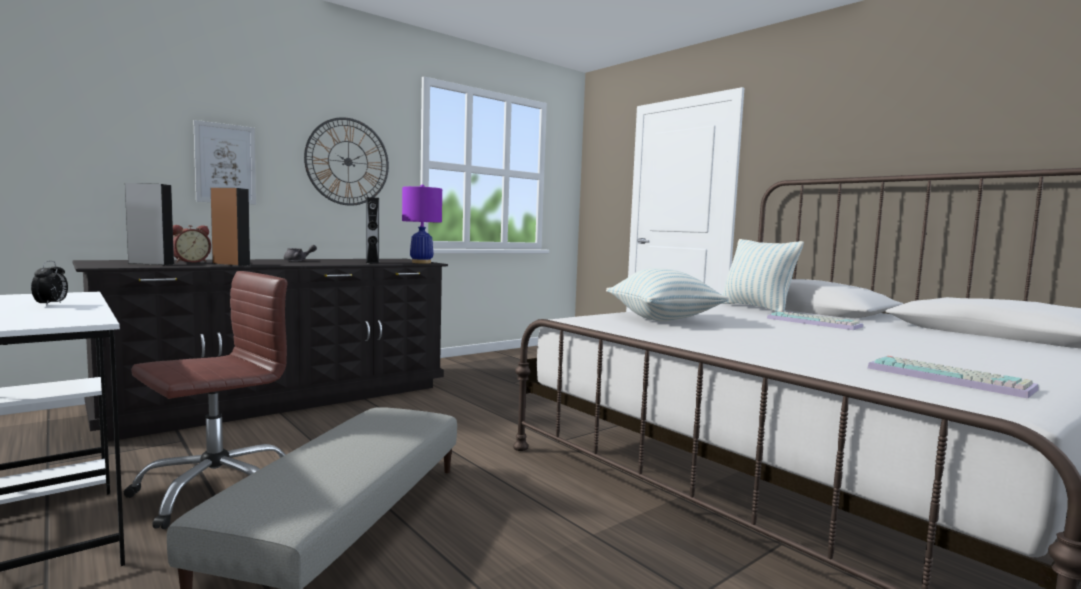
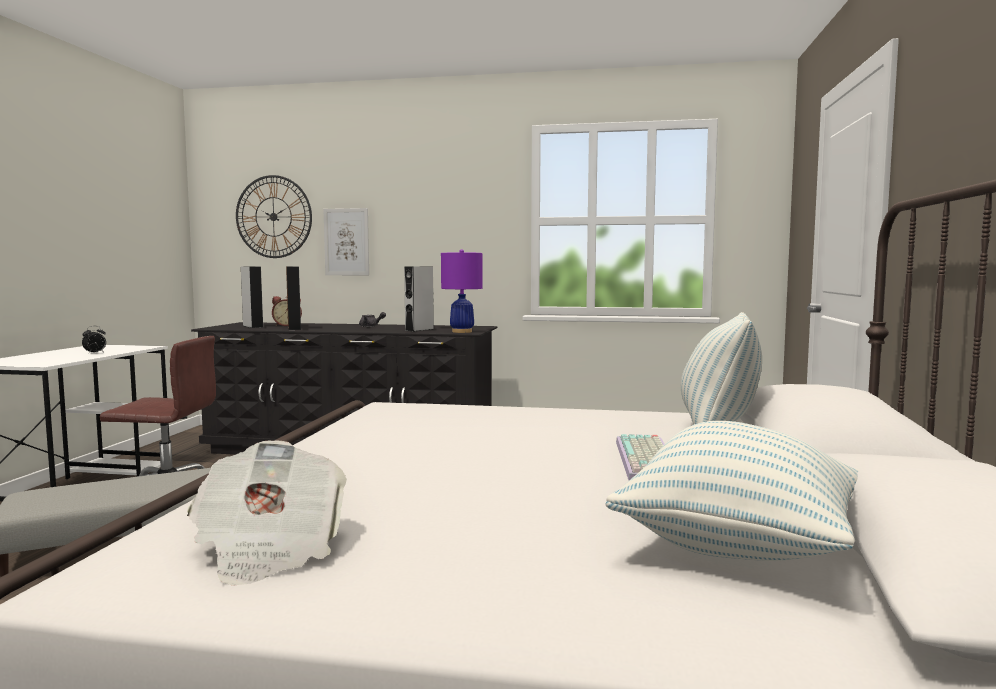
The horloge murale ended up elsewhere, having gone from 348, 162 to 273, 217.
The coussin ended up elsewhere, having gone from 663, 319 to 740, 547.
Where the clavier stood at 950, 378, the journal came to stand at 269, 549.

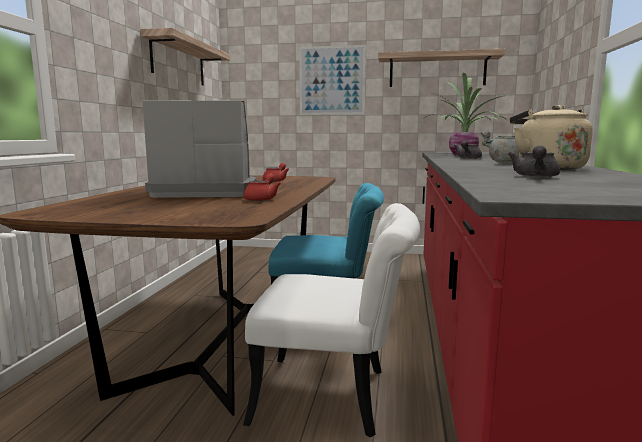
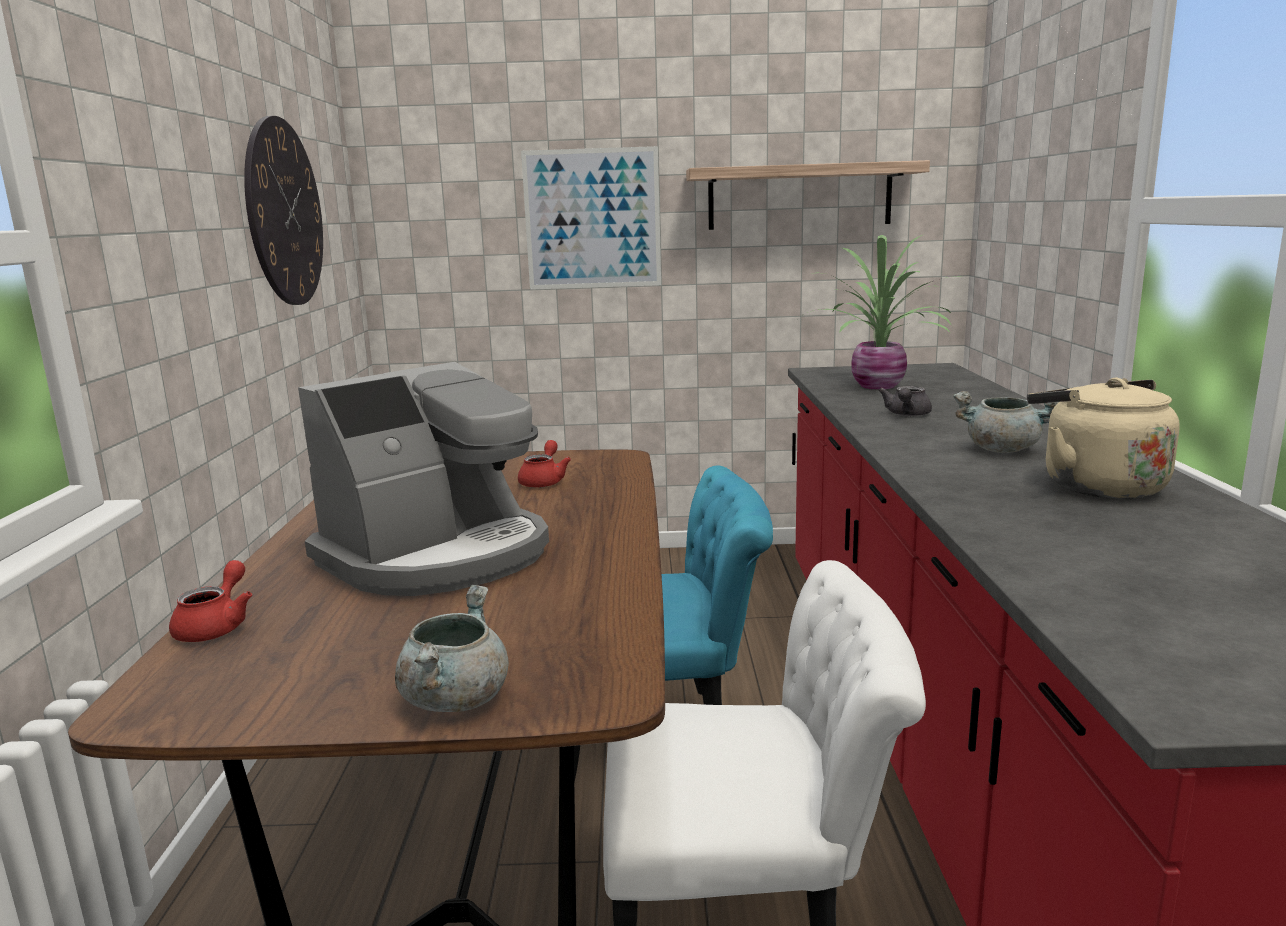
Where the étagère hung at 178, 62, the horloge murale came to hang at 284, 213.
The machine à café at 205, 192 ended up facing another way, 150 degrees clockwise from before.
The théière (rouge) ended up elsewhere, having gone from 262, 199 to 217, 626.
The second view lost the théière (gris) at 535, 177.
The second view gained the marmite (gris) at 455, 698.

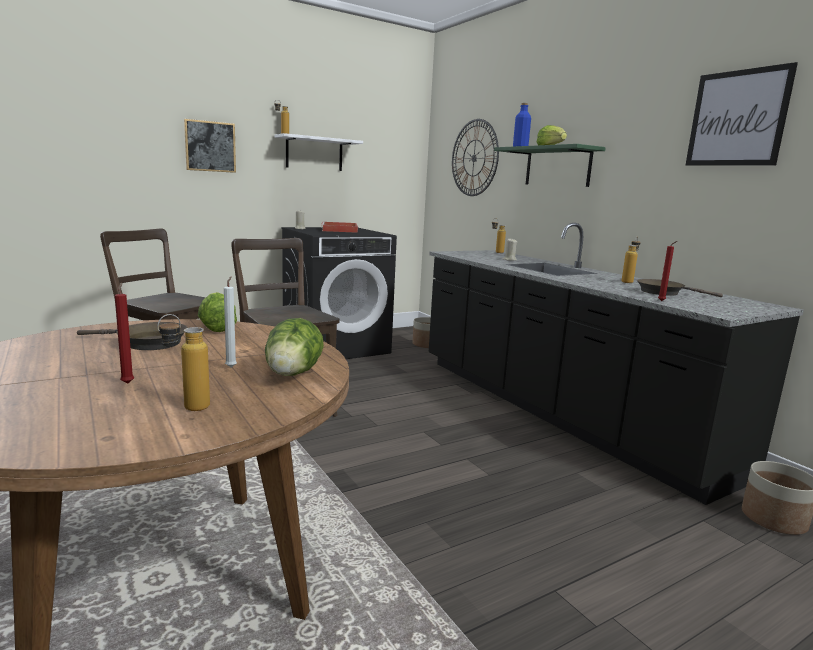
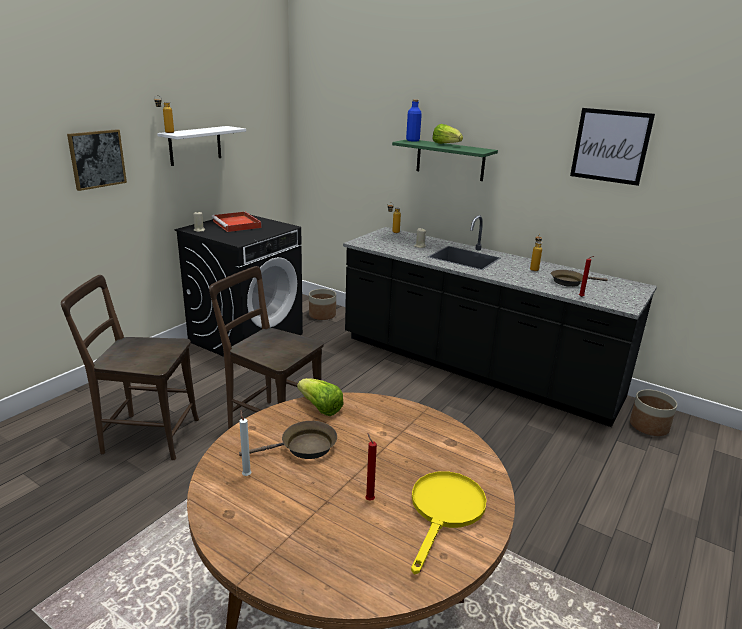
Where the bouteille stood at 186, 409, the poêle (jaune) came to stand at 445, 511.
The bougie (blanc) ended up elsewhere, having gone from 231, 367 to 246, 475.
The second view lost the laitue at 292, 375.
The second view lost the horloge murale at 474, 158.

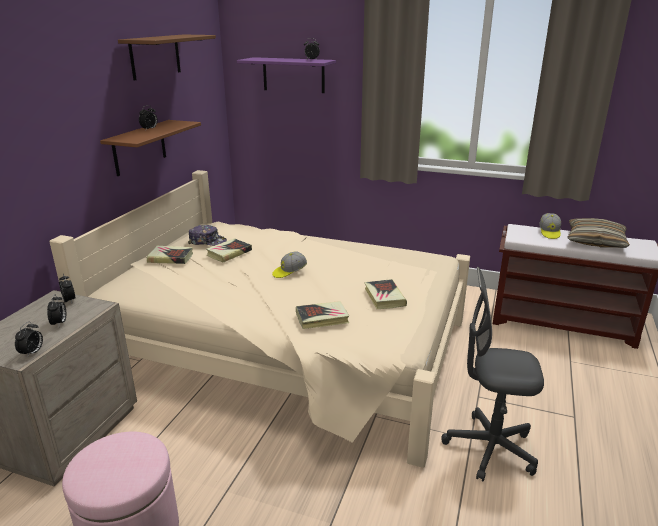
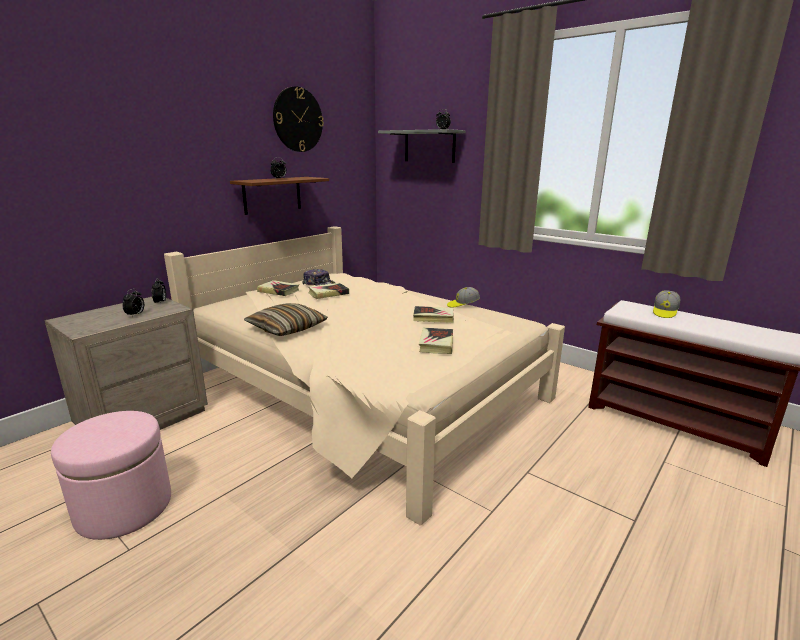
The second view lost the réveil at 32, 353.
Where the étagère (marron) hung at 155, 56, the horloge murale came to hang at 298, 120.
What was the étagère (violet) at 293, 75 turned into the étagère (gris) at 429, 146.
The casquette ended up elsewhere, having gone from 289, 272 to 463, 305.
The livre ended up elsewhere, having gone from 322, 318 to 433, 317.
The second view lost the chaise de bureau (gris) at 490, 448.
The coussin ended up elsewhere, having gone from 595, 241 to 287, 328.

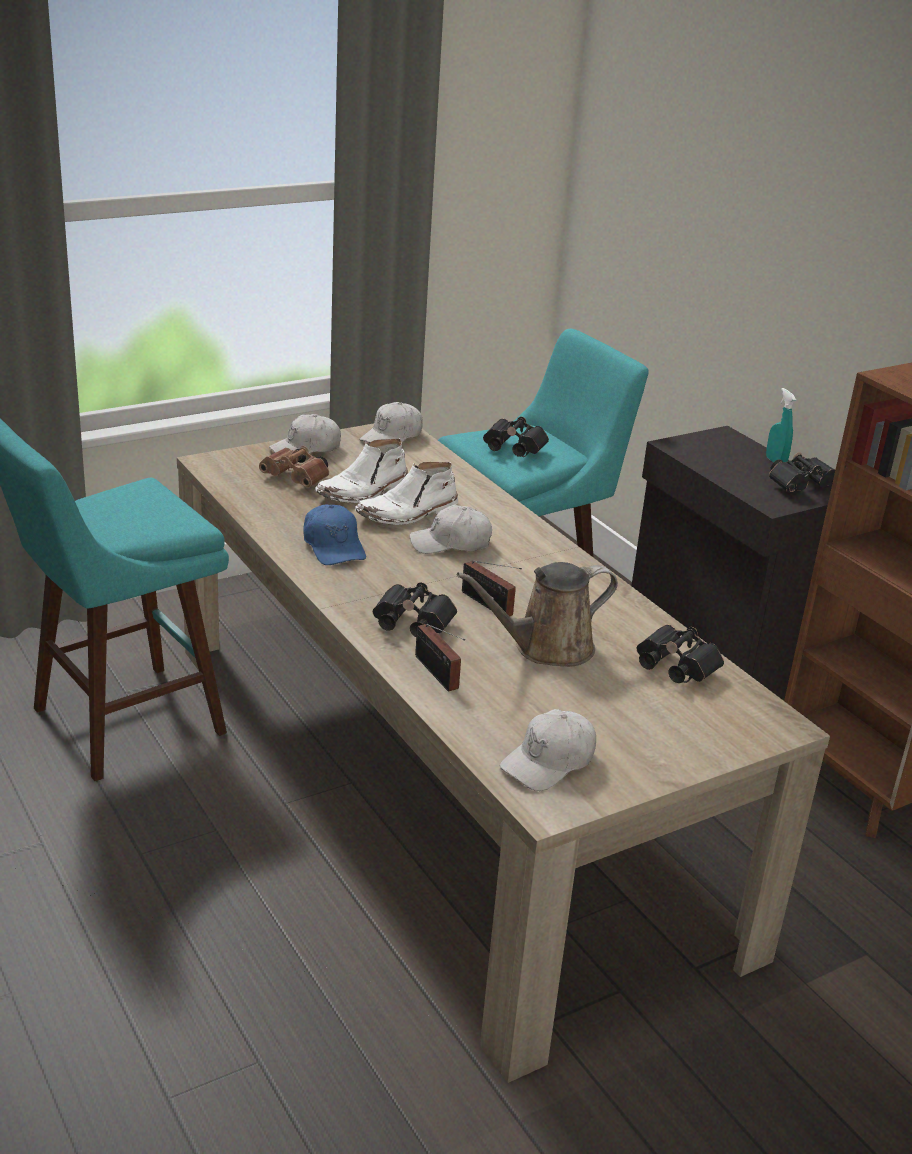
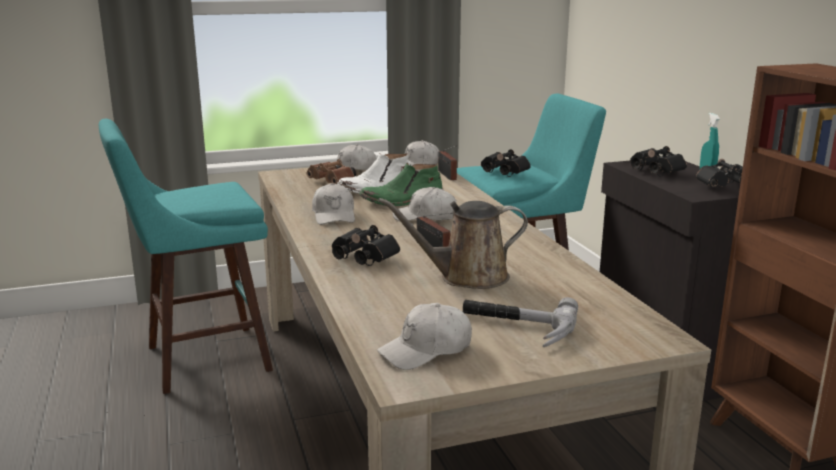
What was the casquette (bleu) at 334, 546 turned into the casquette (blanc) at 334, 215.
What was the botte (blanc) at 408, 513 turned into the botte (vert) at 402, 201.
The radio ended up elsewhere, having gone from 437, 674 to 447, 176.
The jumelles (noir) ended up elsewhere, having gone from 673, 667 to 654, 171.
The second view gained the marteau at 516, 327.

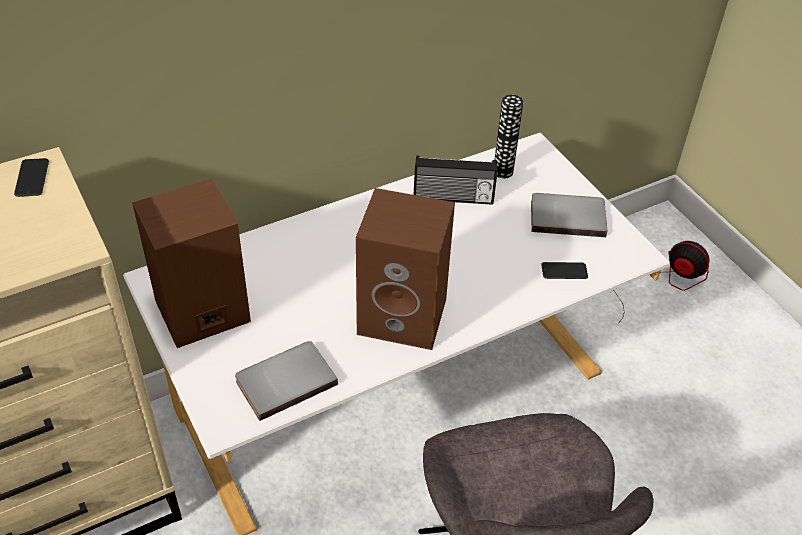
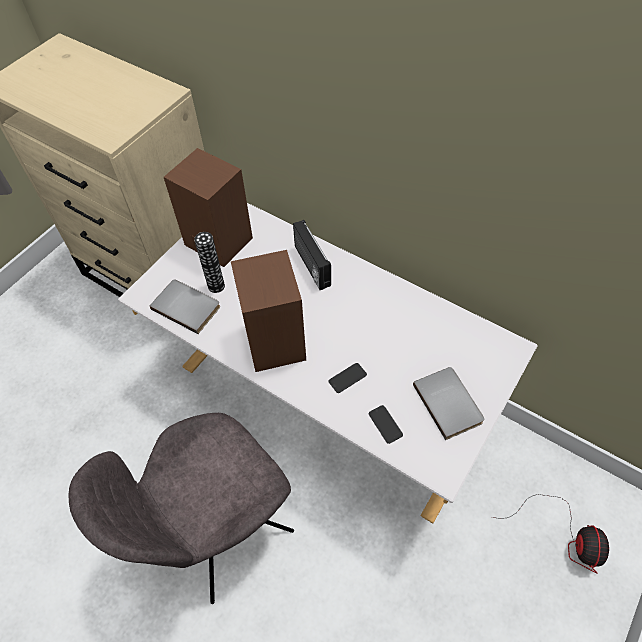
The téléphone ended up elsewhere, having gone from 32, 178 to 347, 378.
The radio ended up elsewhere, having gone from 453, 198 to 311, 266.
The vase ended up elsewhere, having gone from 503, 171 to 216, 286.

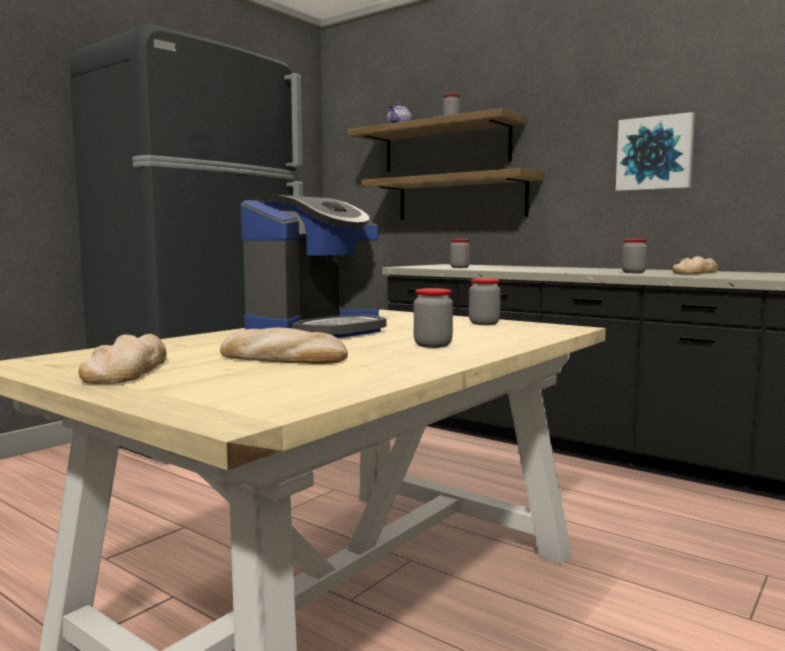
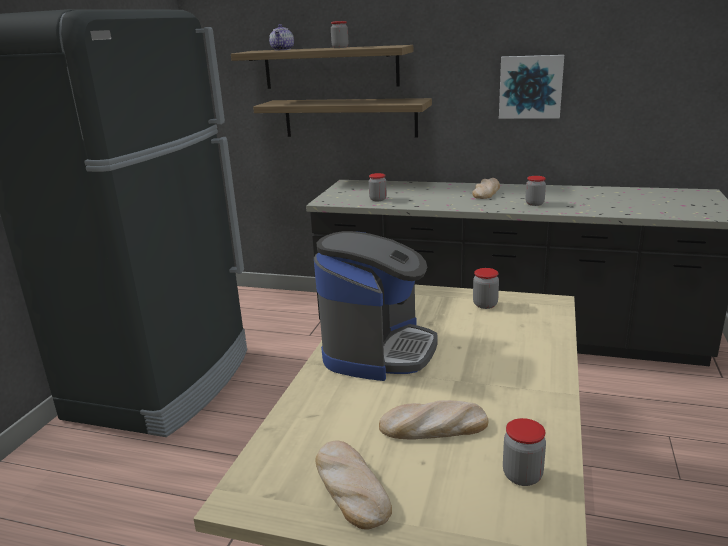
The bocal ended up elsewhere, having gone from 432, 345 to 522, 476.
The pain ended up elsewhere, having gone from 695, 272 to 486, 192.

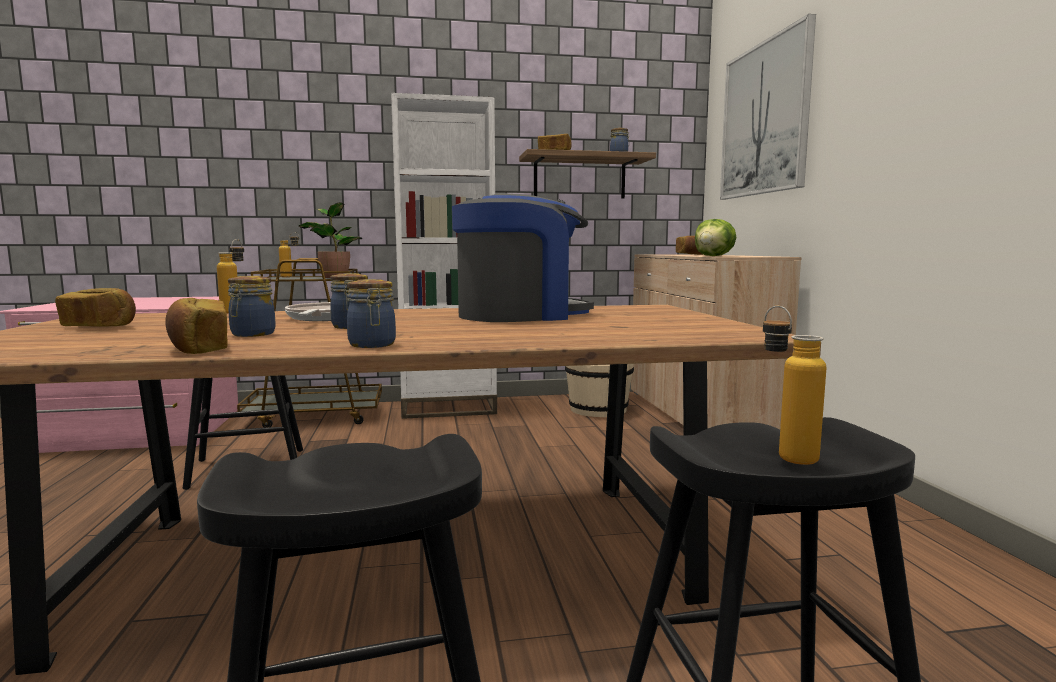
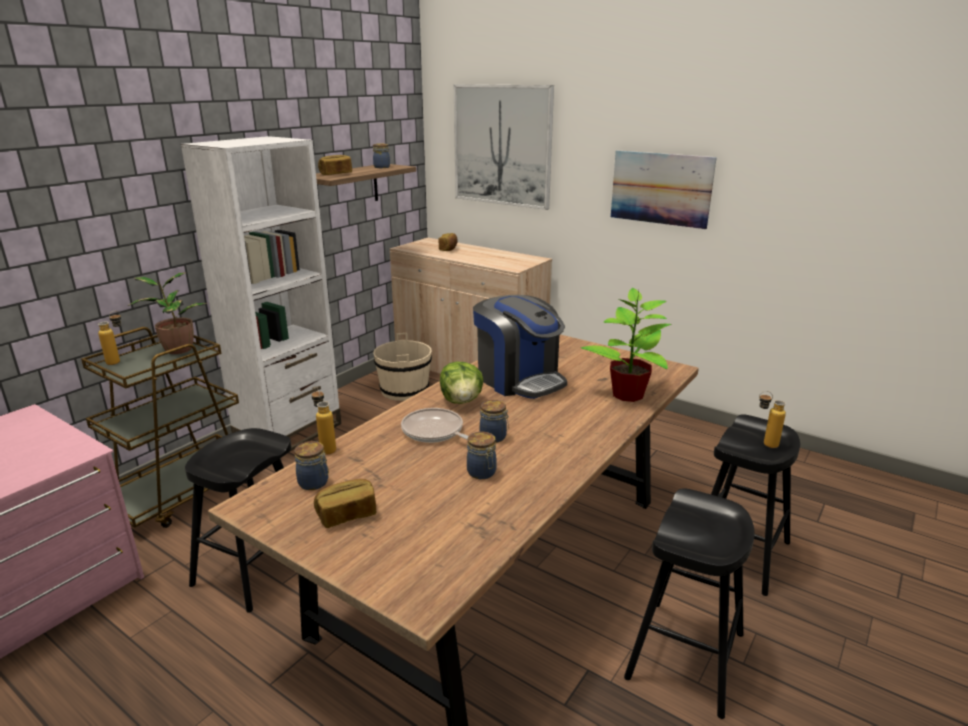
The second view lost the pain at 199, 348.
The bocal ended up elsewhere, having gone from 372, 345 to 314, 483.
The machine à café at 520, 315 ended up facing another way, 120 degrees clockwise from before.
The laitue ended up elsewhere, having gone from 714, 256 to 462, 401.
The second view gained the plante en pot at 627, 395.
The second view gained the tableau at 660, 188.

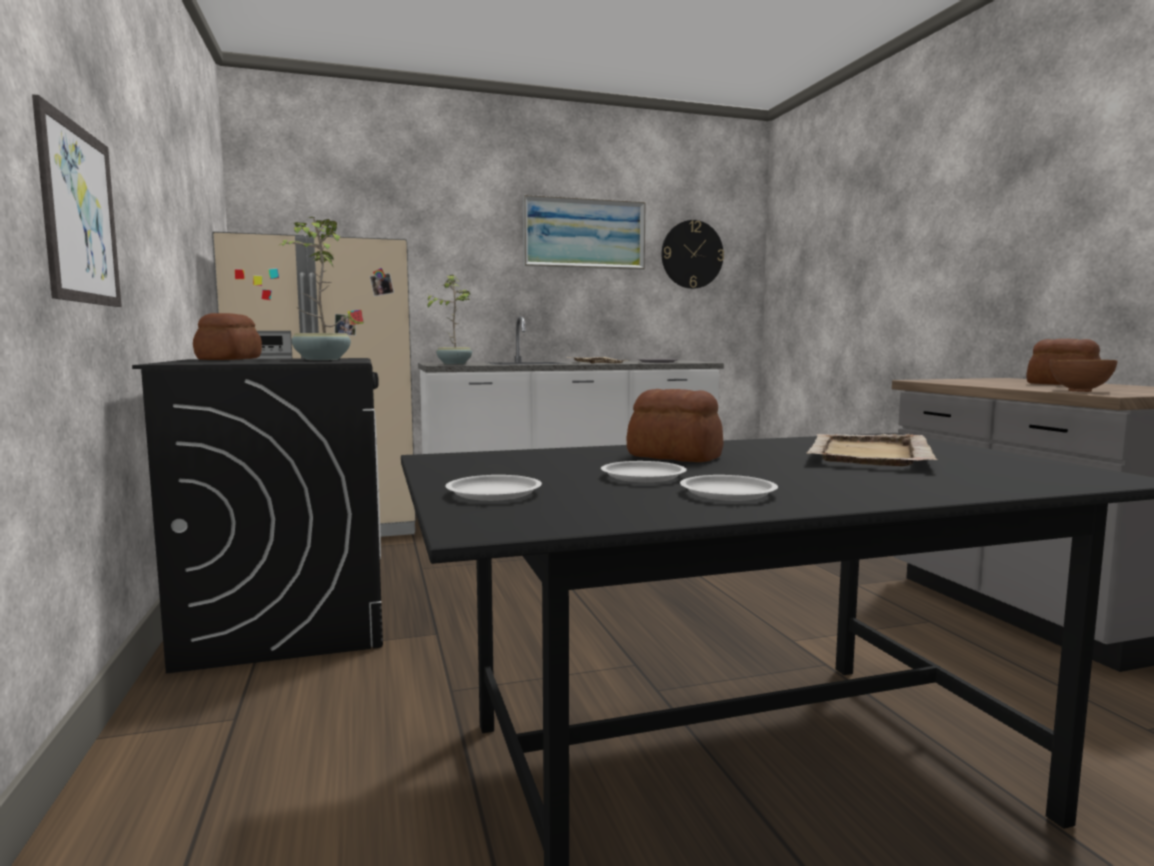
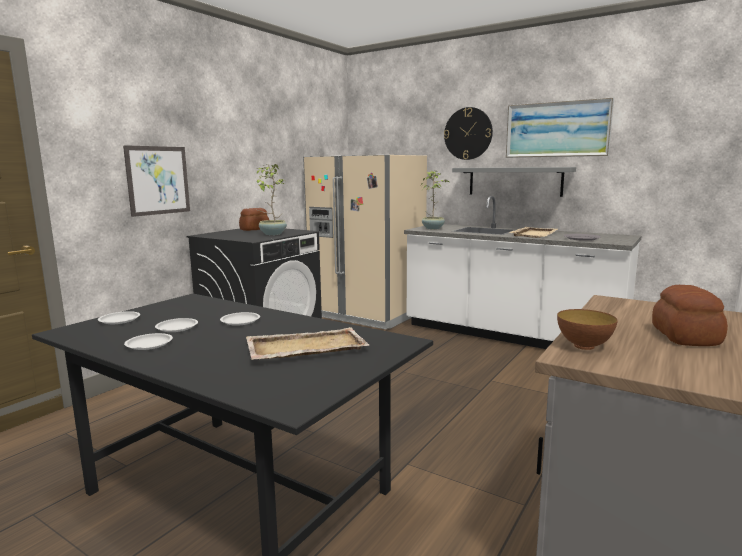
Where the pain stood at 674, 456, the assiette (blanc) came to stand at 240, 321.
The horloge murale ended up elsewhere, having gone from 692, 254 to 468, 133.
The second view gained the étagère (gris) at 514, 181.

